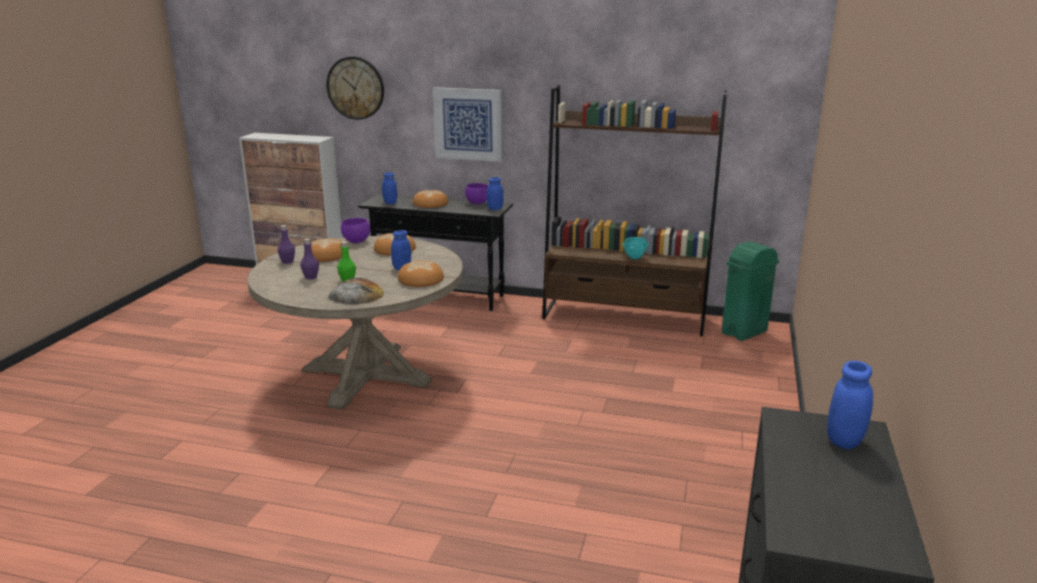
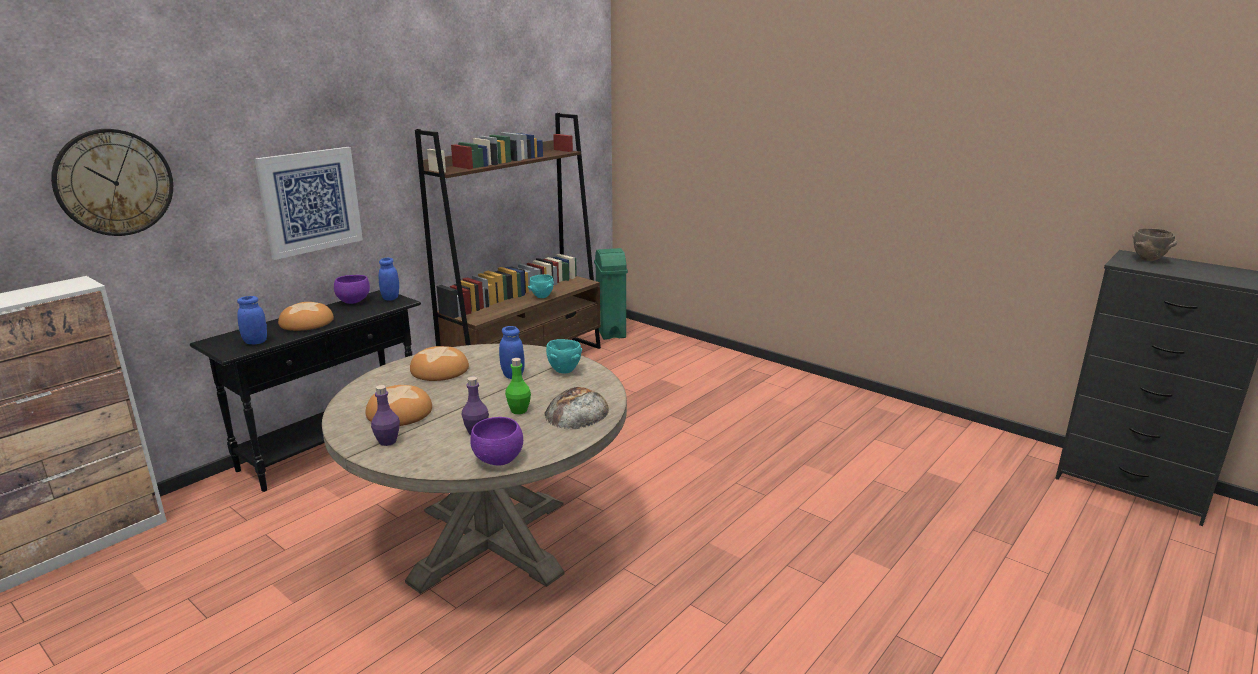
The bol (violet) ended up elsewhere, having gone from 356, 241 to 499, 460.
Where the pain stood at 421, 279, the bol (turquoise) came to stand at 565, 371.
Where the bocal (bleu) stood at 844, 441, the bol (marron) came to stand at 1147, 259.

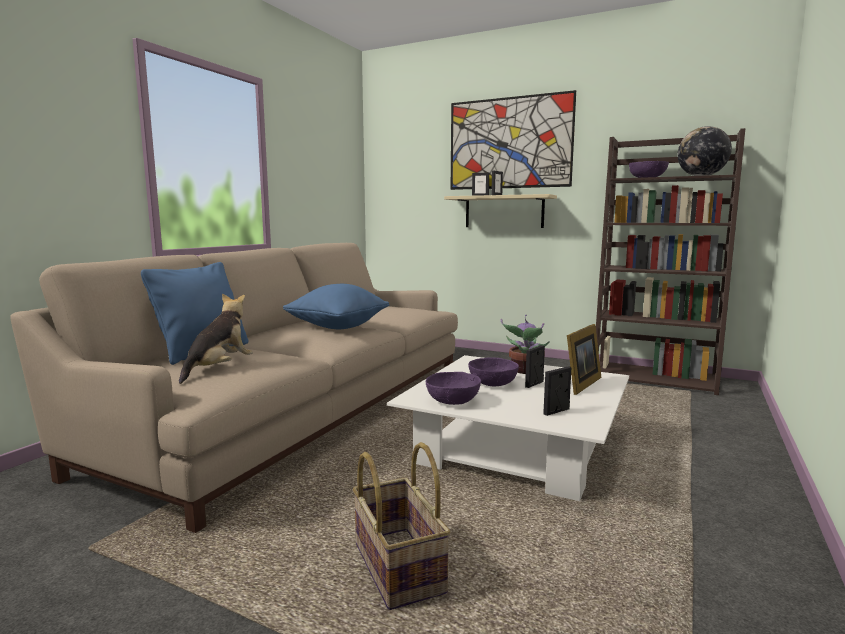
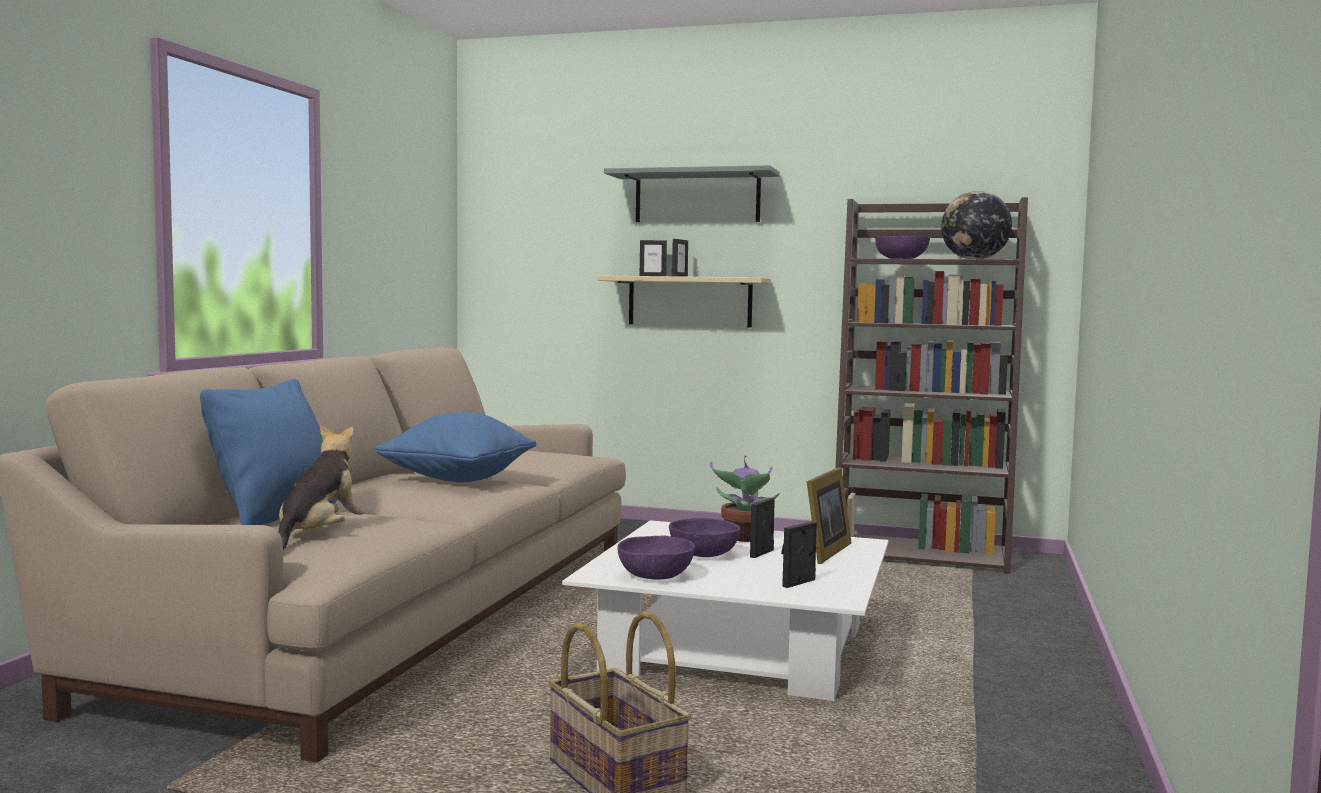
Where the tableau hung at 509, 143, the étagère (gris) came to hang at 697, 197.

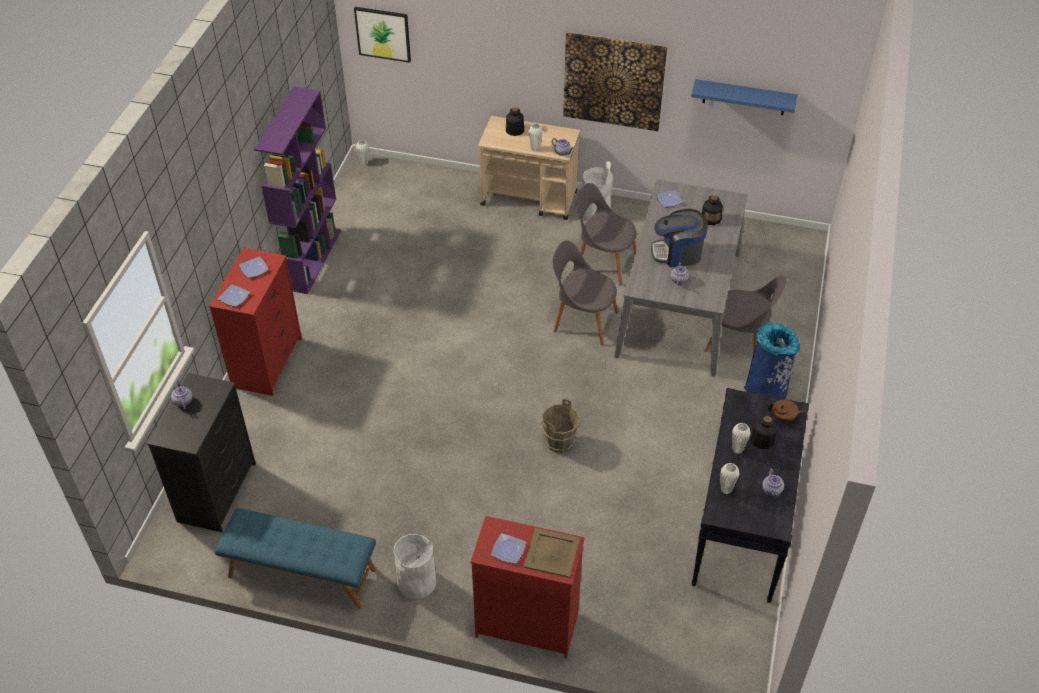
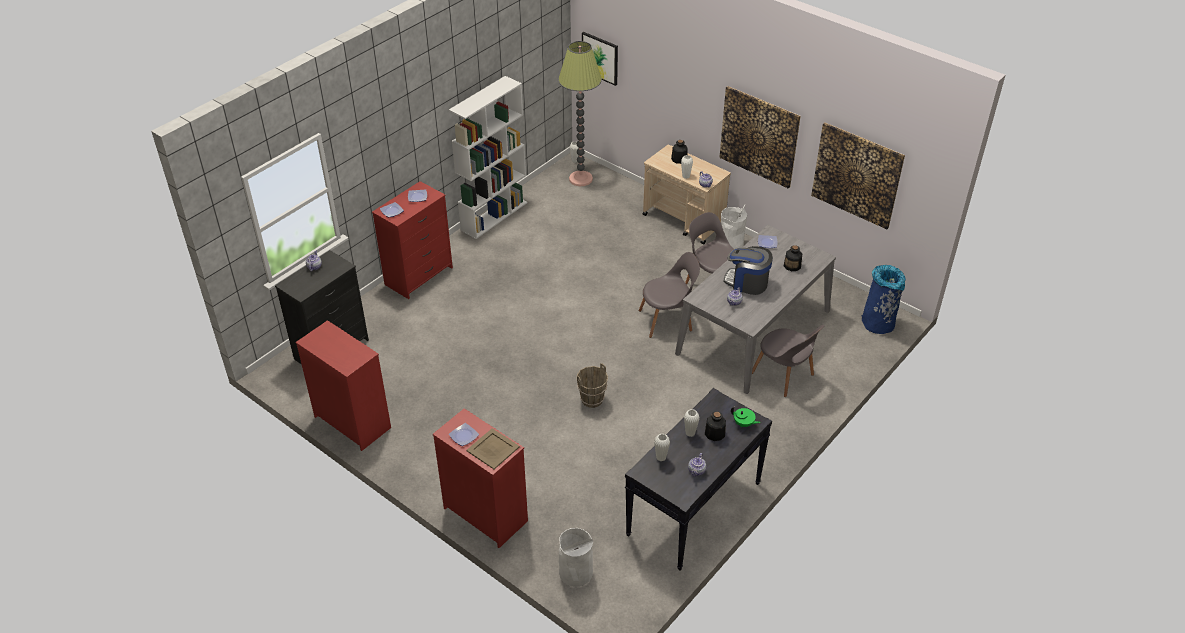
Where the banc (bleu) stood at 301, 573, the commode (rouge) came to stand at 353, 422.
What was the bibliothèque (violet) at 311, 259 turned into the bibliothèque (blanc) at 494, 216.
The poubelle (blanc) ended up elsewhere, having gone from 416, 582 to 575, 572.
The chaise (gris) at 583, 320 ended up facing another way, 120 degrees clockwise from before.
Where the étagère (bleu) hung at 744, 97, the tableau came to hang at 857, 175.
The poubelle (bleu) ended up elsewhere, having gone from 766, 390 to 878, 323.
What was the théière (marron) at 784, 417 turned into the théière (vert) at 743, 424.
The second view gained the lampadaire at 580, 179.

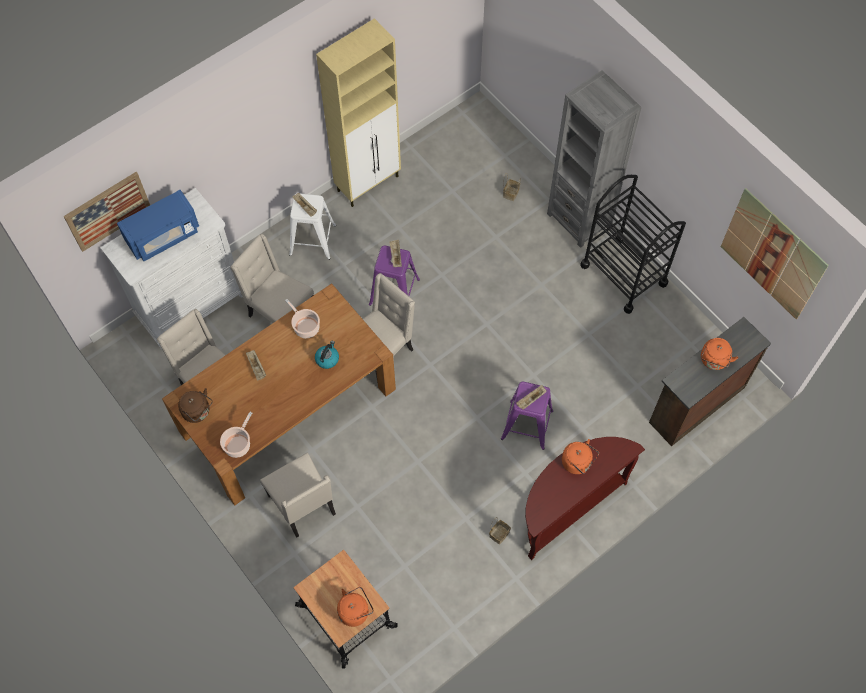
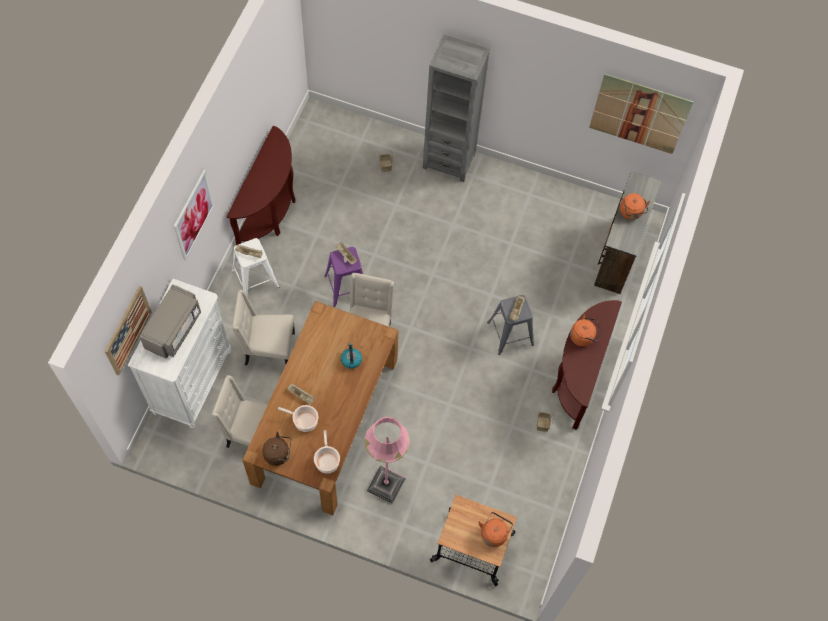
What was the micro-ondes (bleu) at 163, 236 turned into the micro-ondes (gris) at 174, 329.
Where the chaise (beige) stood at 303, 505, the lampadaire (rose) came to stand at 386, 485.
The marmite ended up elsewhere, having gone from 305, 326 to 304, 421.
Where the meuble de rangement (beige) stood at 369, 183, the table console (marron) came to stand at 270, 212.
What was the tabouret (violet) at 527, 425 turned into the tabouret (gris) at 511, 334.
The second view lost the chariot (noir) at 623, 274.
The second view gained the tableau at 193, 215.

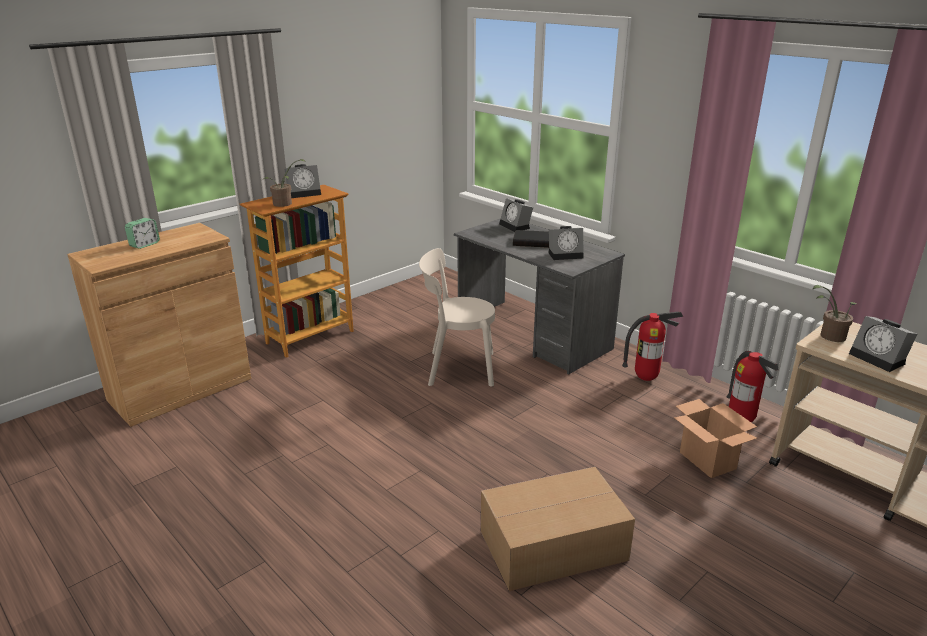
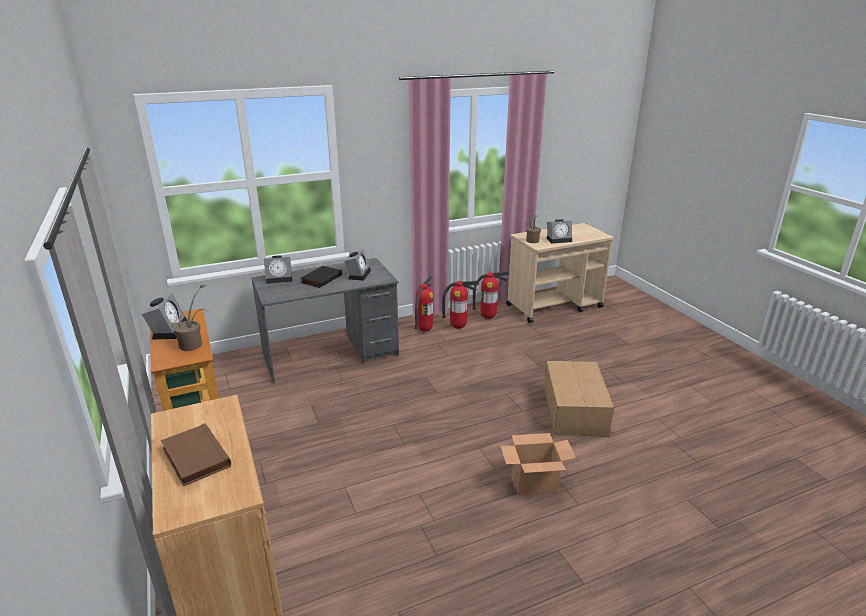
Where the réveil stood at 144, 244, the livre (marron) came to stand at 194, 458.
The second view lost the chaise (beige) at 457, 368.
The carton ended up elsewhere, having gone from 706, 460 to 534, 484.
The second view gained the extincteur at 458, 327.

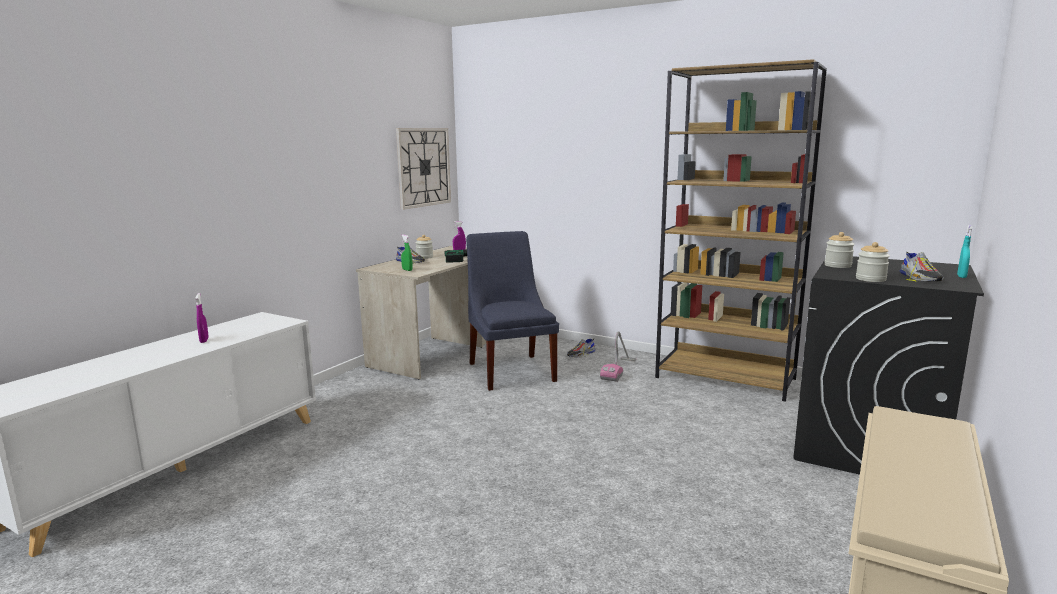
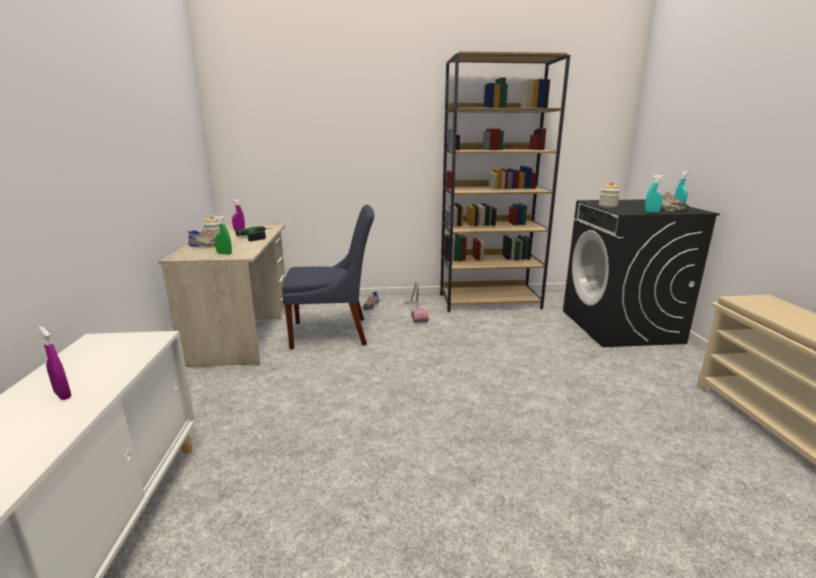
The second view lost the horloge murale at 423, 167.
The chaise (bleu) at 511, 370 ended up facing another way, 135 degrees clockwise from before.
Where the bocal stood at 870, 279, the vaporisateur (turquoise) came to stand at 651, 212.

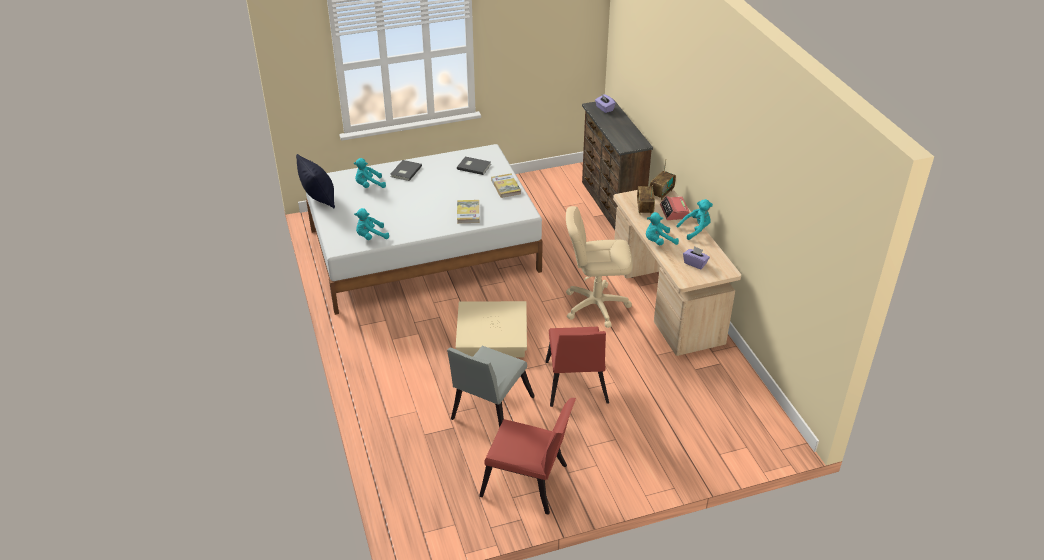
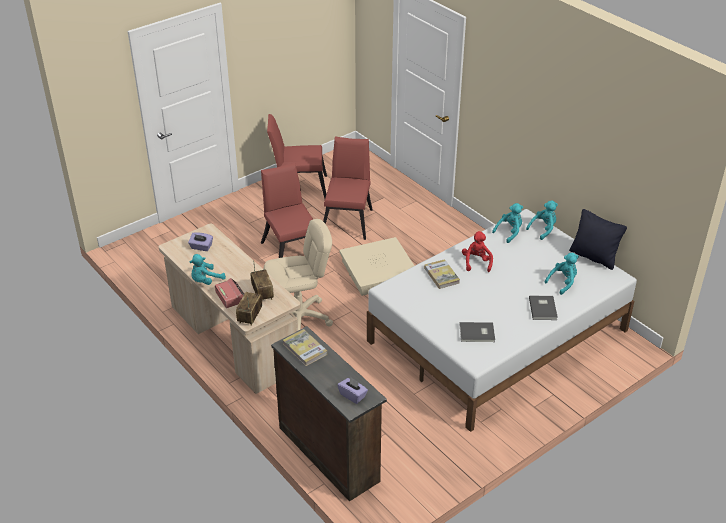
What was the chaise (gris) at 489, 411 turned into the chaise (rouge) at 348, 219.
The livre ended up elsewhere, having gone from 506, 187 to 305, 349.
The peluche (turquoise) ended up elsewhere, having gone from 658, 242 to 543, 229.
The second view gained the peluche (rouge) at 476, 262.

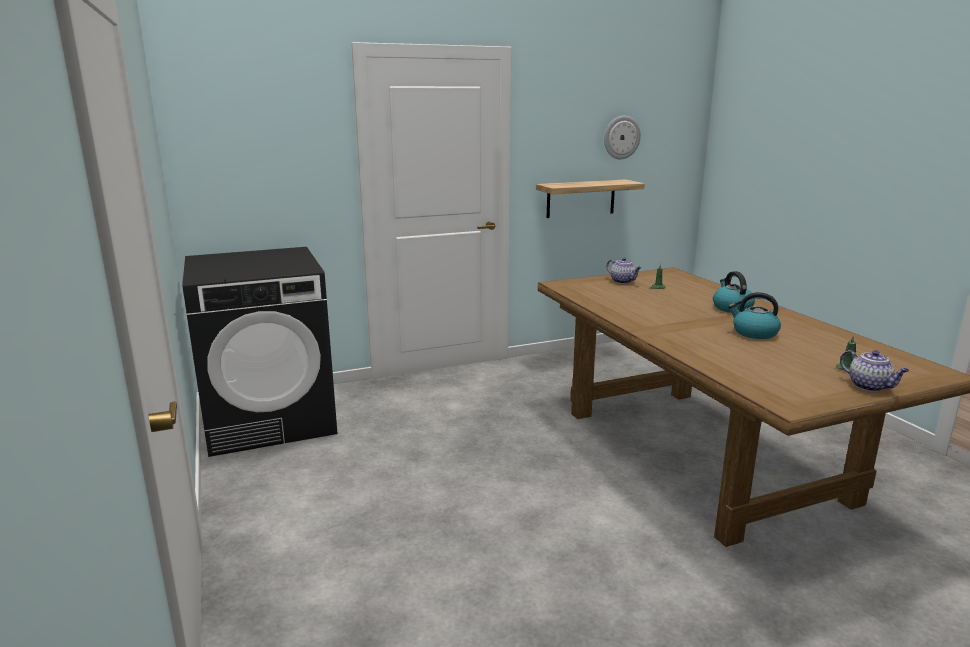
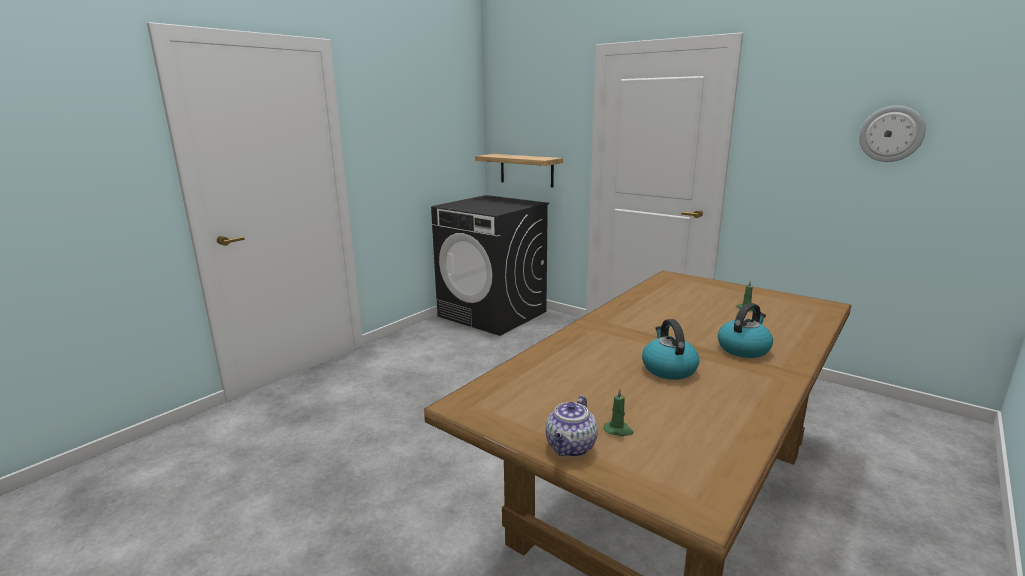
The étagère ended up elsewhere, having gone from 581, 198 to 526, 170.
The second view lost the théière at 623, 281.

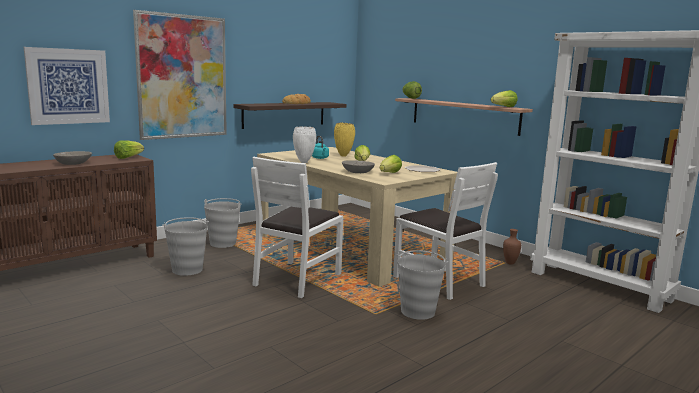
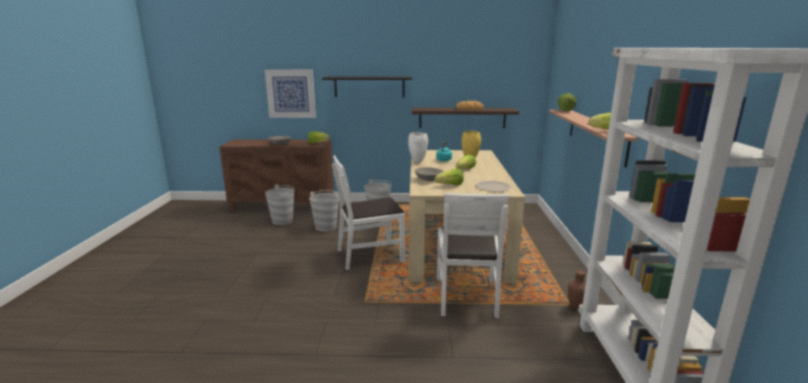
Where the tableau hung at 182, 77, the étagère (noir) came to hang at 369, 86.
The seau (gris) ended up elsewhere, having gone from 418, 311 to 282, 221.

